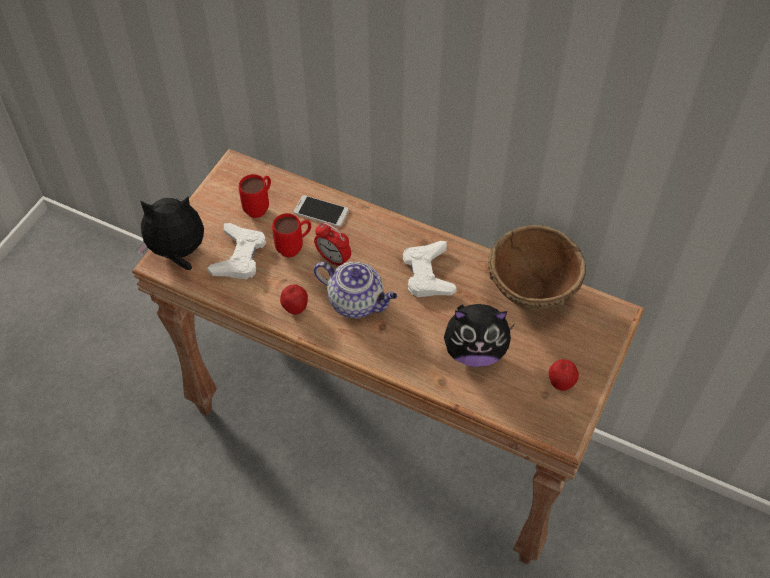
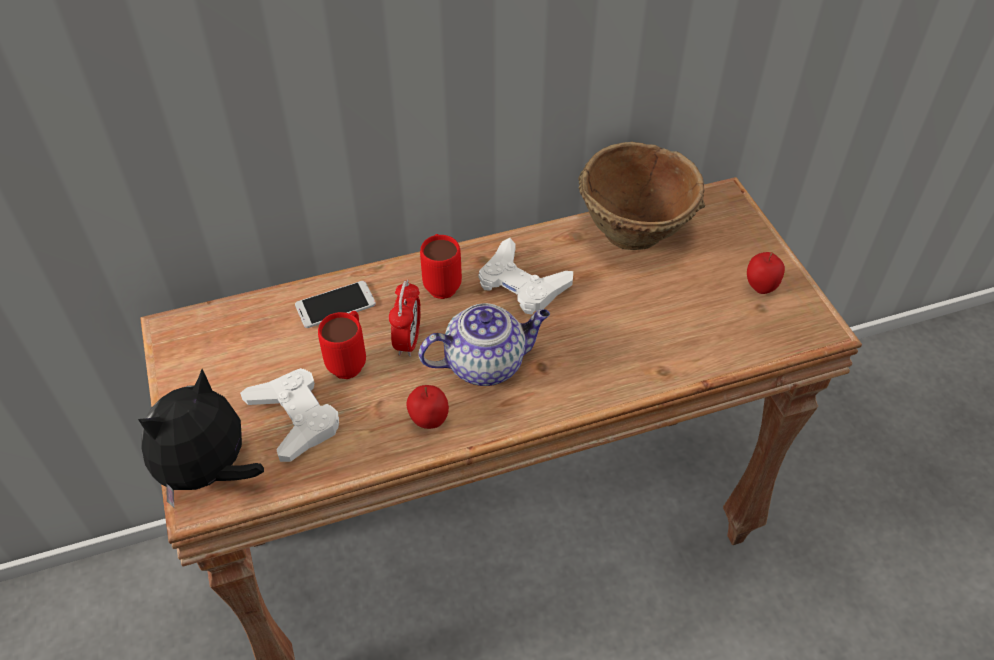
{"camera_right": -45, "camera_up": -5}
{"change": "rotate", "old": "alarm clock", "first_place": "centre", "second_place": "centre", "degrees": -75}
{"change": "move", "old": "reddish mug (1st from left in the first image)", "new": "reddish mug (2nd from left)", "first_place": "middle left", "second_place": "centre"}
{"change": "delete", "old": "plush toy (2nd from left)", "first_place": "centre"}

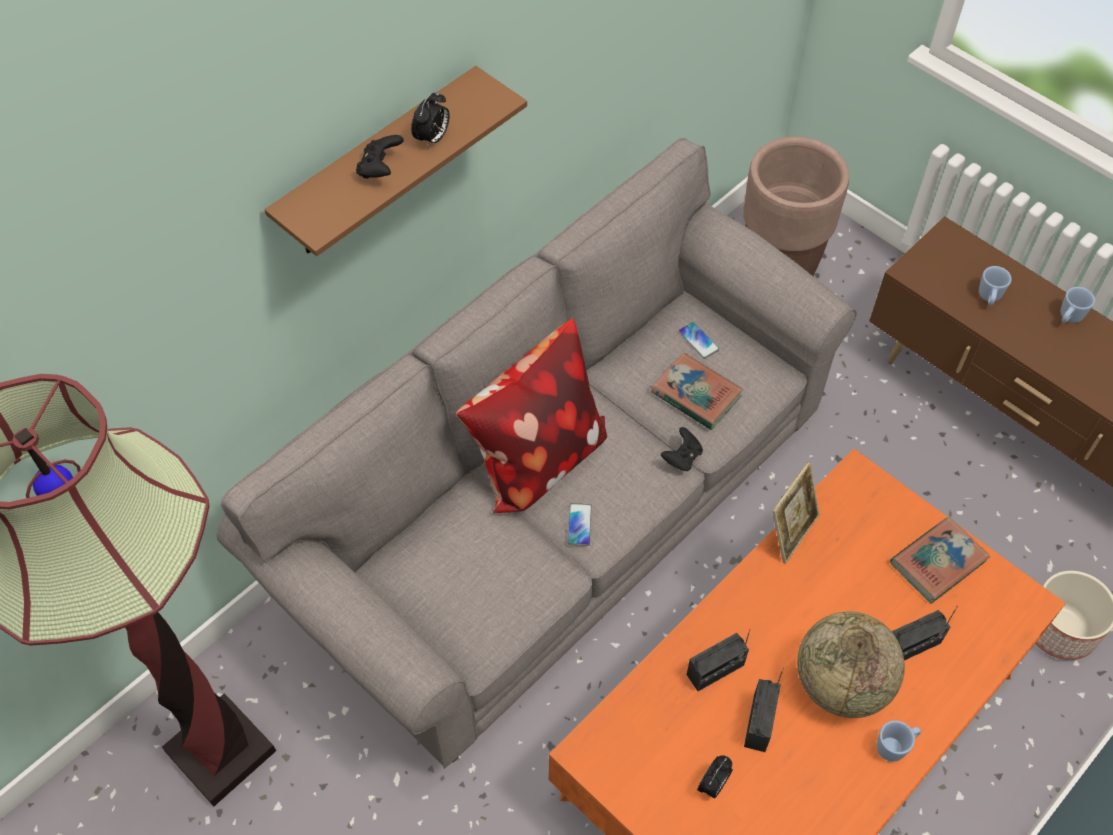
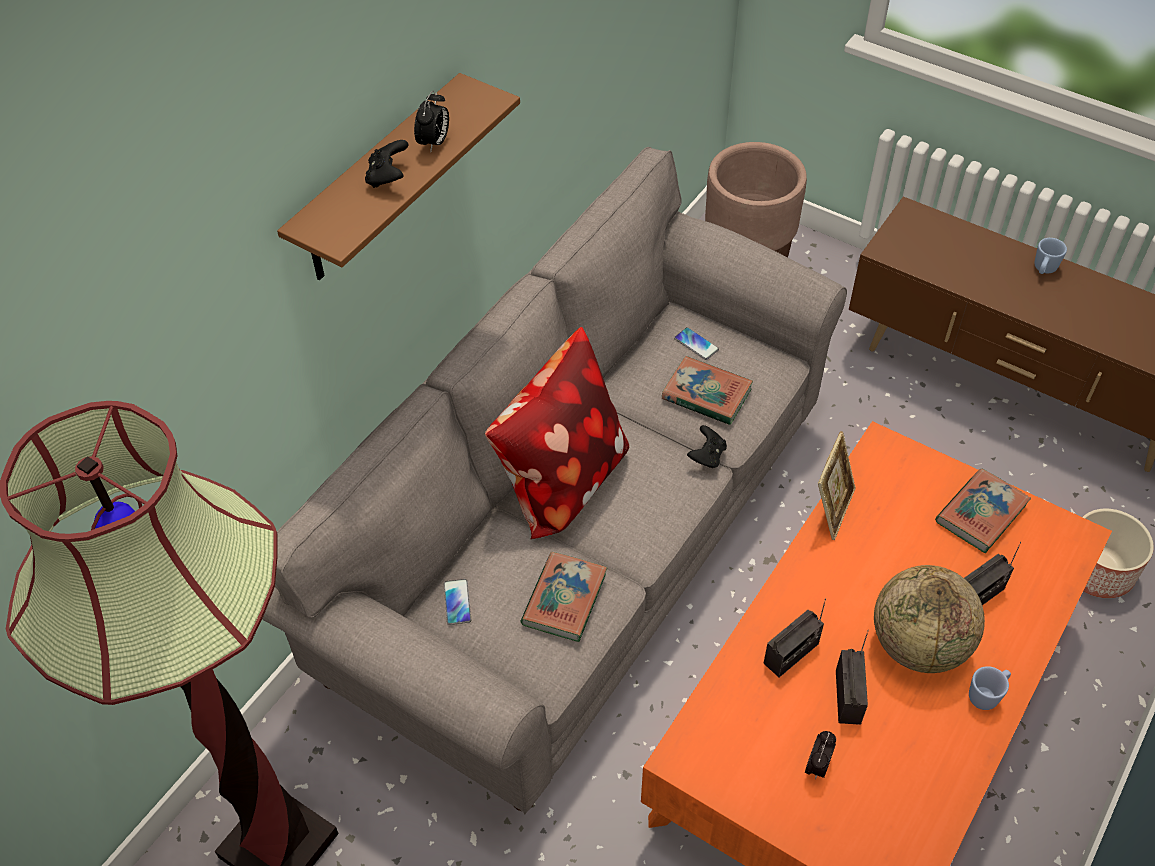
{"camera_right": -10, "camera_up": -5}
{"change": "move", "old": "phone (1st from left)", "first_place": "centre", "second_place": "bottom centre"}
{"change": "insert", "new": "book (1st from left)", "second_place": "bottom centre"}
{"change": "delete", "old": "bluish mug (2nd from left)", "first_place": "middle right"}

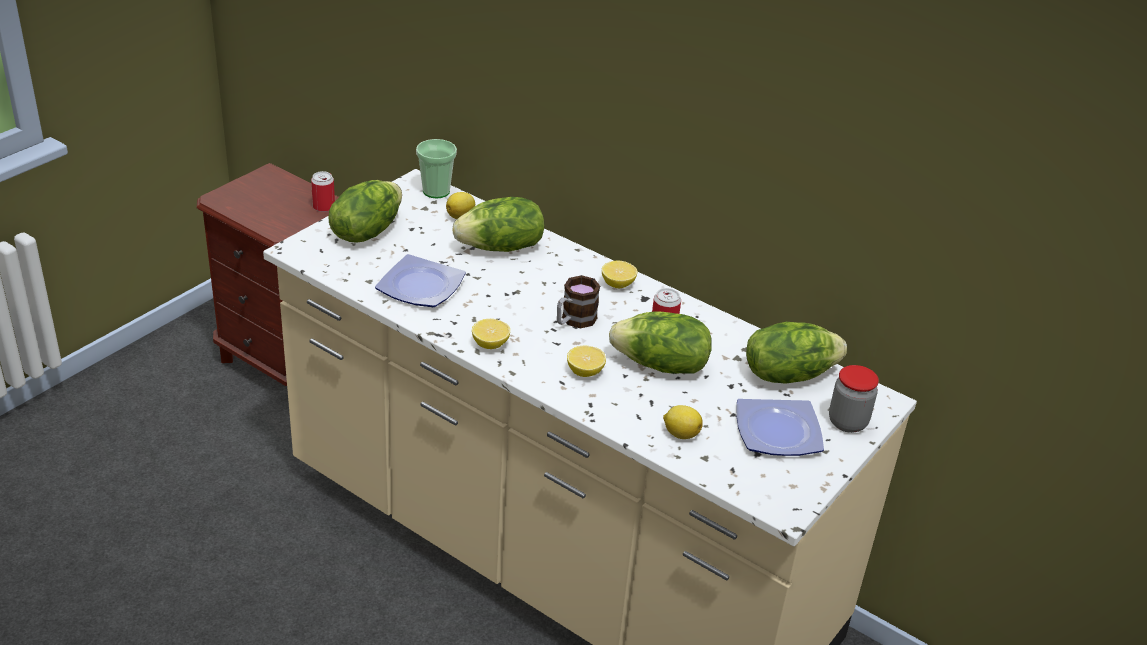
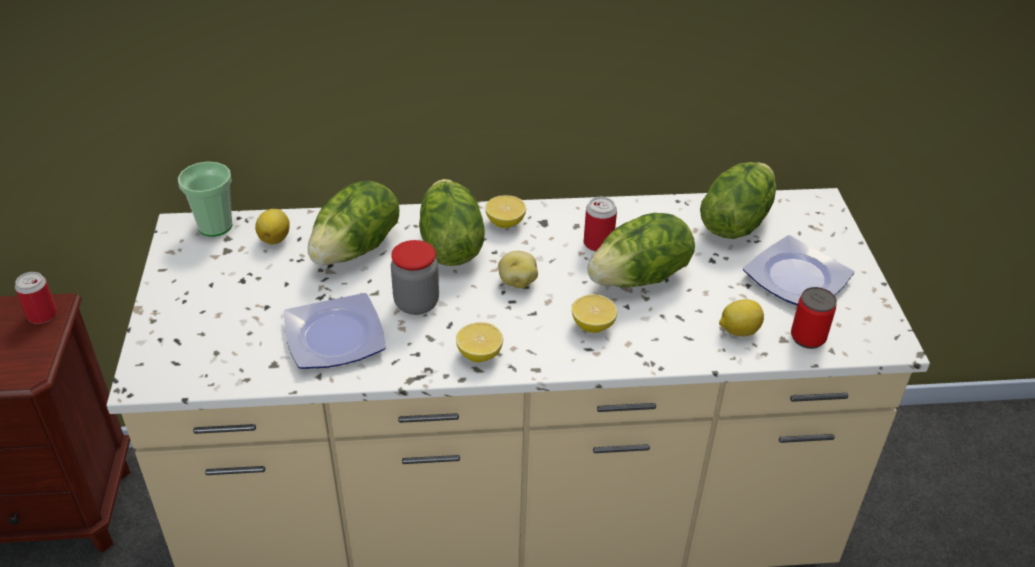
{"camera_right": -40, "camera_up": 5}
{"change": "move", "old": "storage jar", "first_place": "middle right", "second_place": "centre"}
{"change": "move", "old": "lettuce (1st from left in the first image)", "new": "lettuce (2nd from left)", "first_place": "top left", "second_place": "centre"}
{"change": "replace", "old": "mug", "new": "potato", "first_place": "centre", "second_place": "centre"}
{"change": "insert", "new": "can (3rd from left)", "second_place": "middle right"}

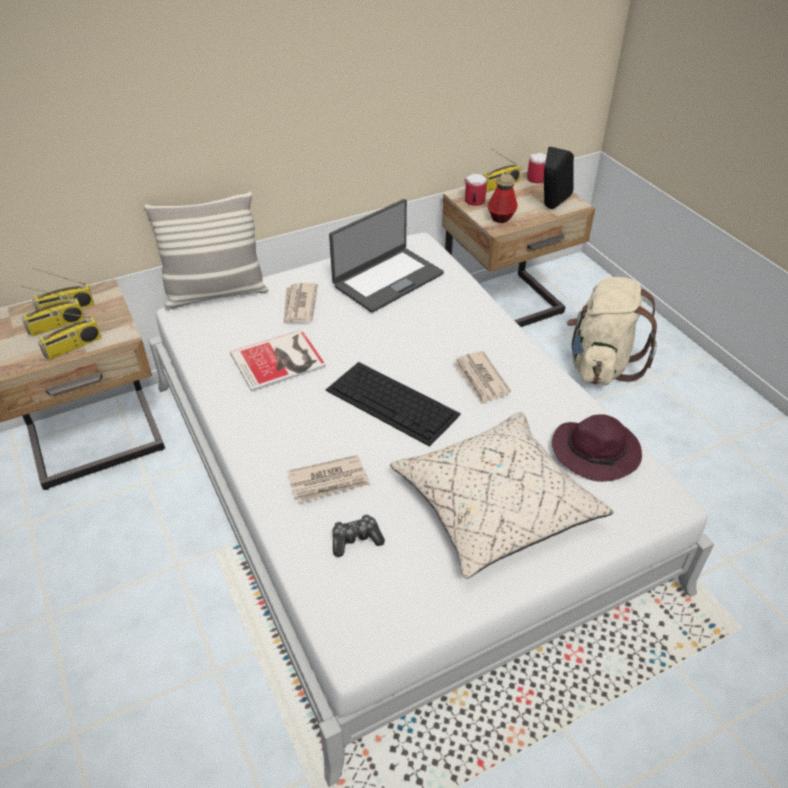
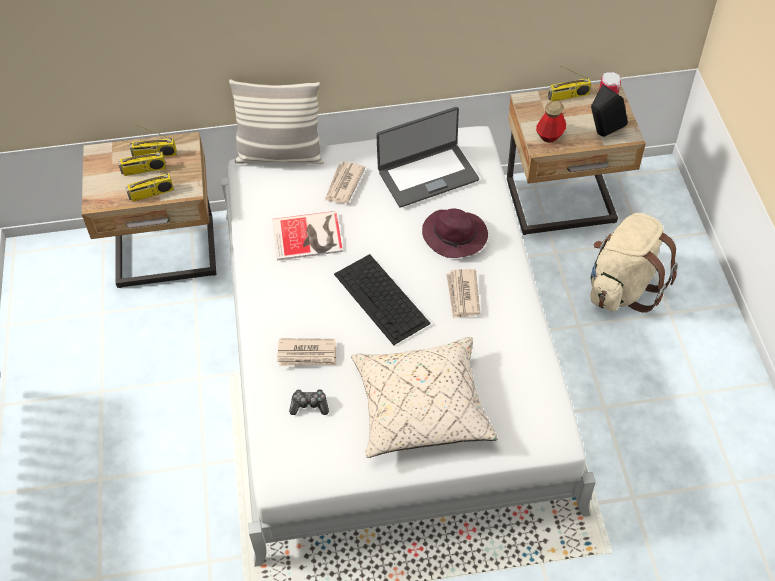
{"camera_right": 20, "camera_up": 10}
{"change": "move", "old": "purplish clothing hat", "first_place": "middle right", "second_place": "centre"}
{"change": "delete", "old": "mug (1st from left)", "first_place": "top centre"}

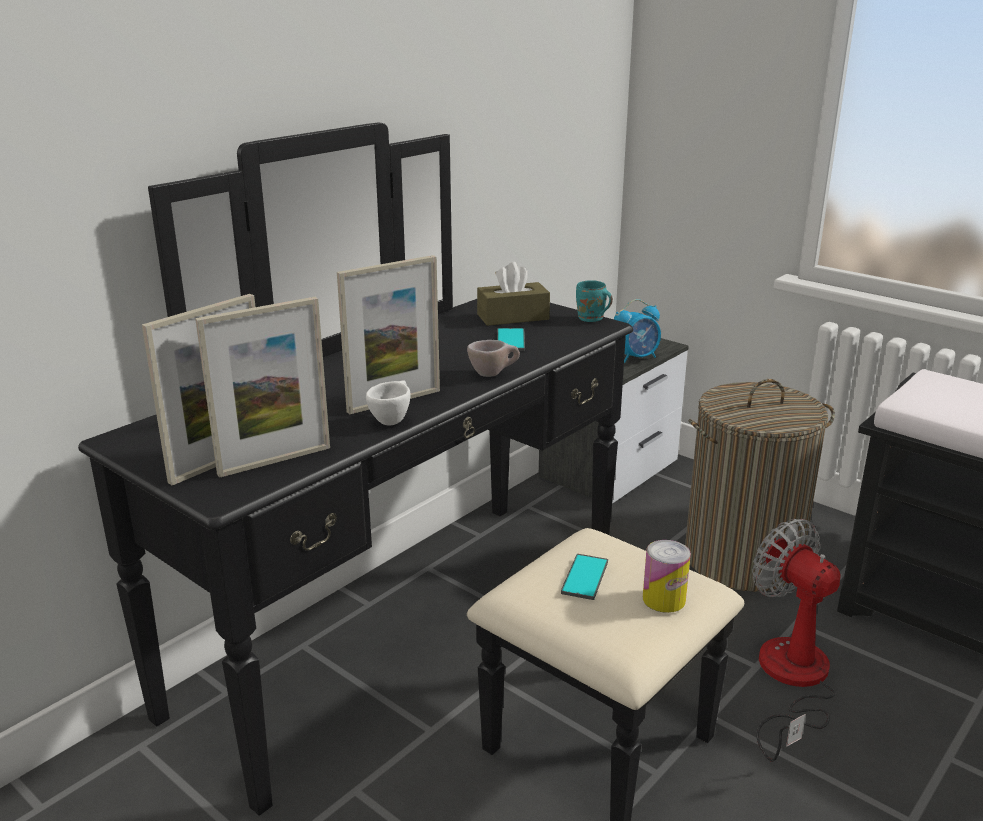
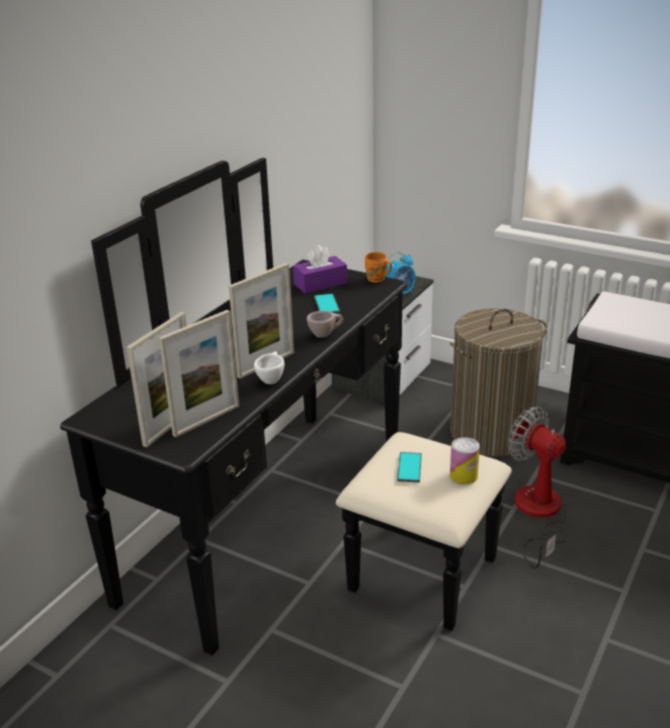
{"camera_right": -10, "camera_up": 5}
{"change": "recolor", "old": "brown-coloured tissue holder", "new": "purplish tissue holder", "first_place": "centre", "second_place": "centre"}
{"change": "recolor", "old": "turquoise mug", "new": "orange mug", "first_place": "centre", "second_place": "centre"}

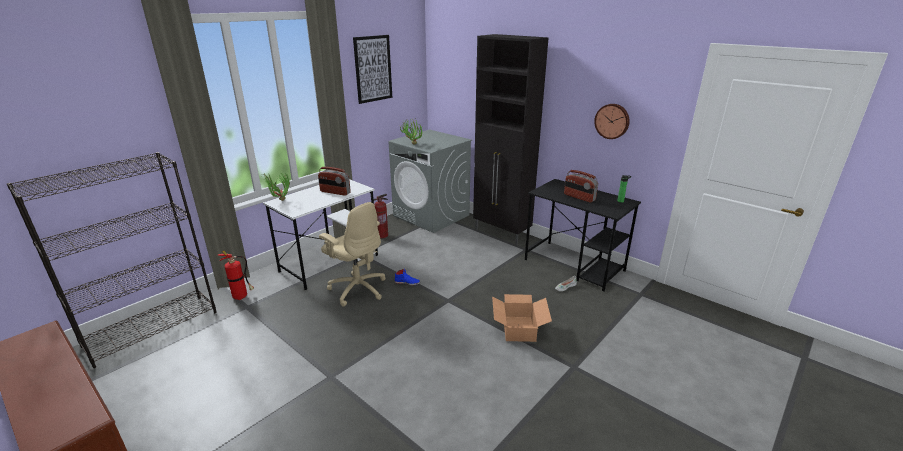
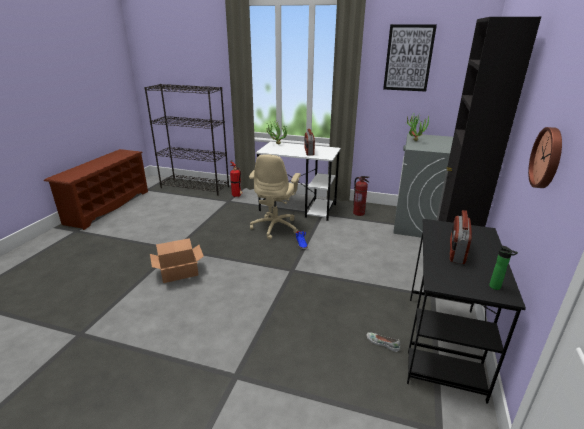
{"camera_right": 65, "camera_up": 0}
{"change": "move", "old": "cardboard box", "first_place": "bottom centre", "second_place": "middle left"}

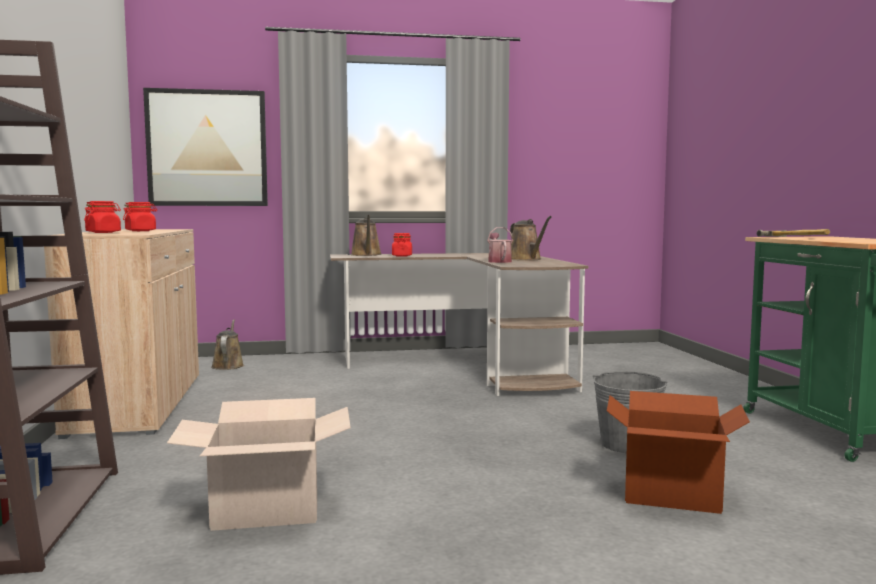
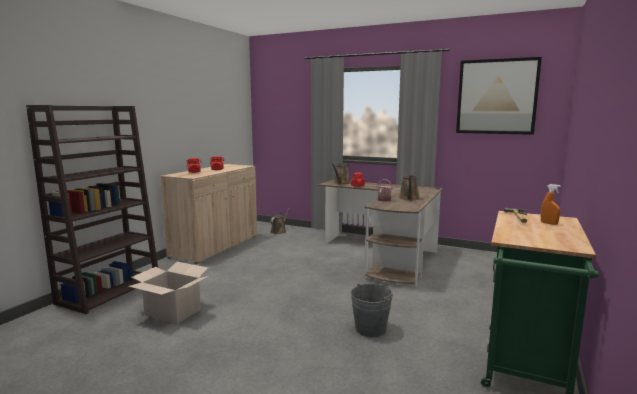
{"camera_right": 35, "camera_up": 5}
{"change": "move", "old": "wall art", "first_place": "top left", "second_place": "top right"}
{"change": "insert", "new": "orange sprayer", "second_place": "middle right"}
{"change": "delete", "old": "cardboard box (2nd from left)", "first_place": "bottom right"}

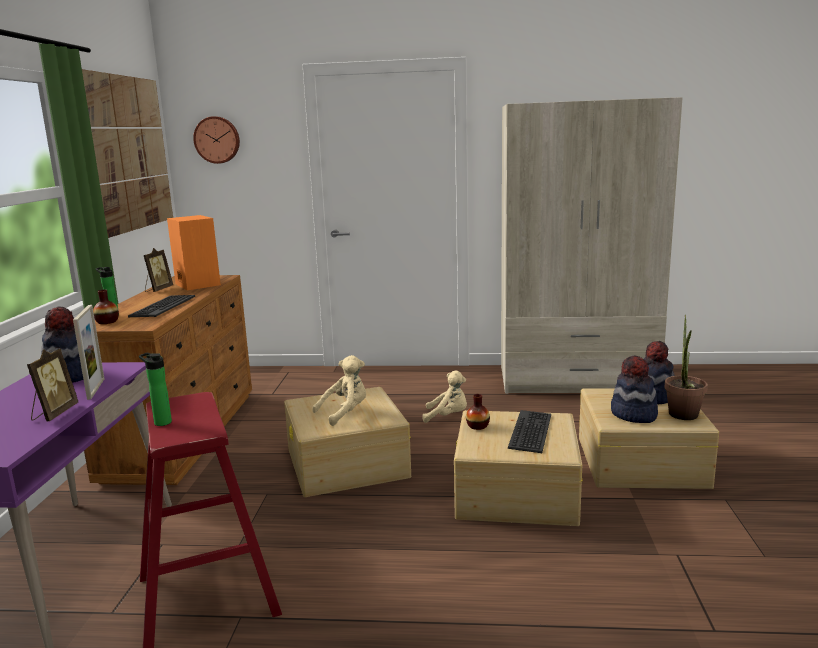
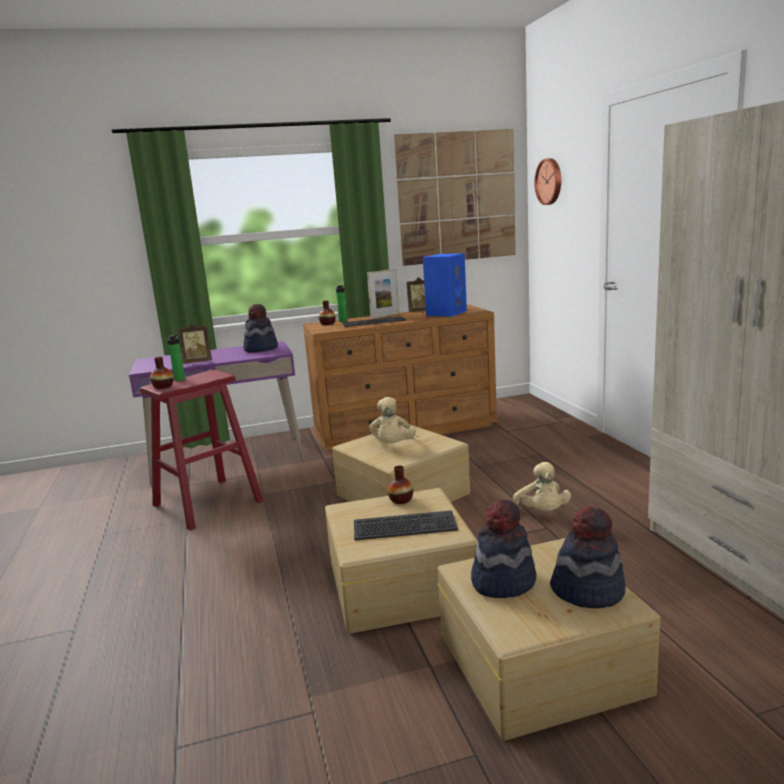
{"camera_right": 70, "camera_up": 0}
{"change": "insert", "new": "vase (1st from left)", "second_place": "middle left"}
{"change": "move", "old": "photo frame (2nd from left)", "first_place": "middle left", "second_place": "centre"}
{"change": "rotate", "old": "beige-coloured plush toy (1st from left)", "first_place": "centre", "second_place": "centre", "degrees": 60}
{"change": "recolor", "old": "orange audio speaker", "new": "bluish audio speaker", "first_place": "middle left", "second_place": "centre"}
{"change": "delete", "old": "potted plant", "first_place": "middle right"}

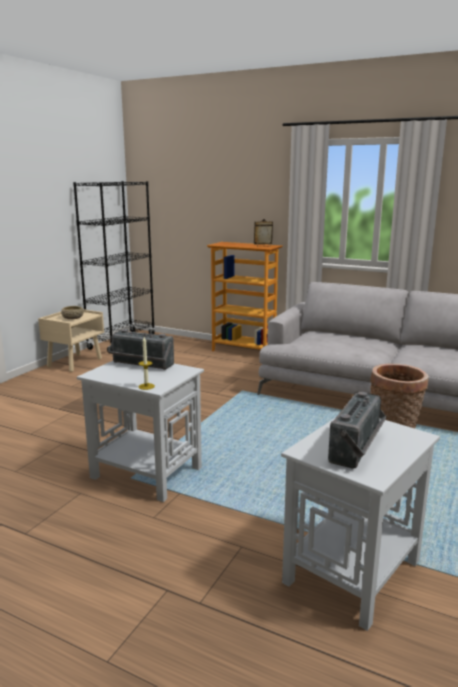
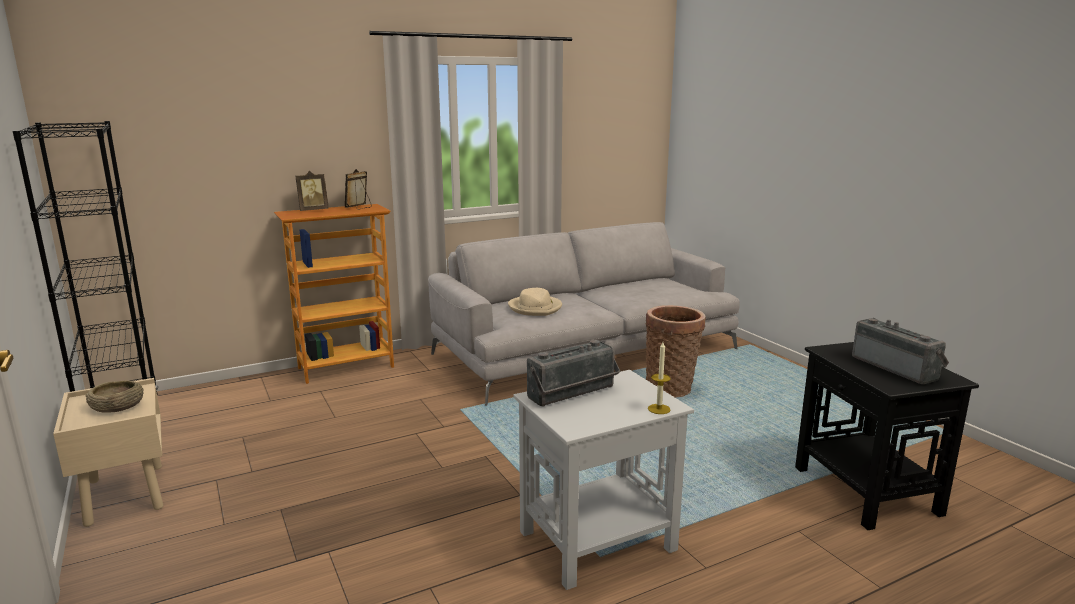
{"camera_right": -55, "camera_up": 0}
{"change": "insert", "new": "photo frame (1st from left)", "second_place": "top left"}
{"change": "insert", "new": "beige-coloured clothing hat", "second_place": "centre"}
{"change": "recolor", "old": "white accent table (2nd from left)", "new": "blackish accent table", "first_place": "bottom right", "second_place": "bottom right"}

